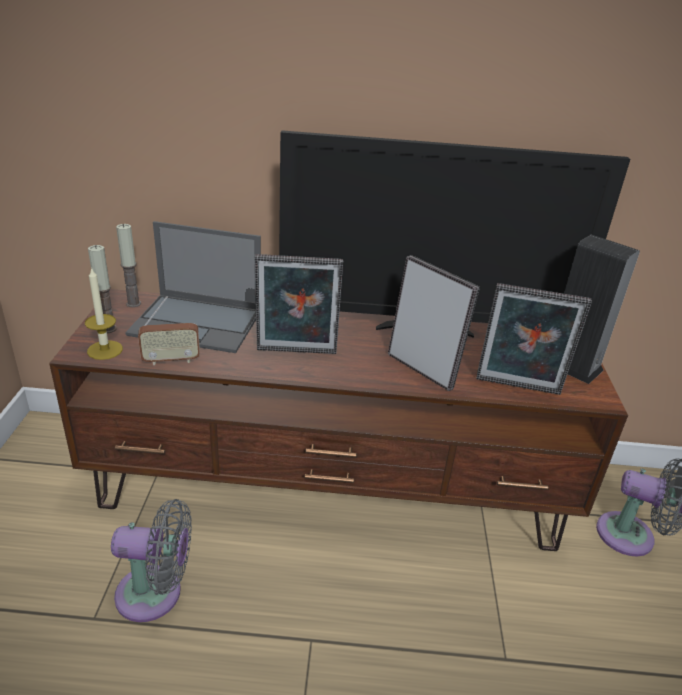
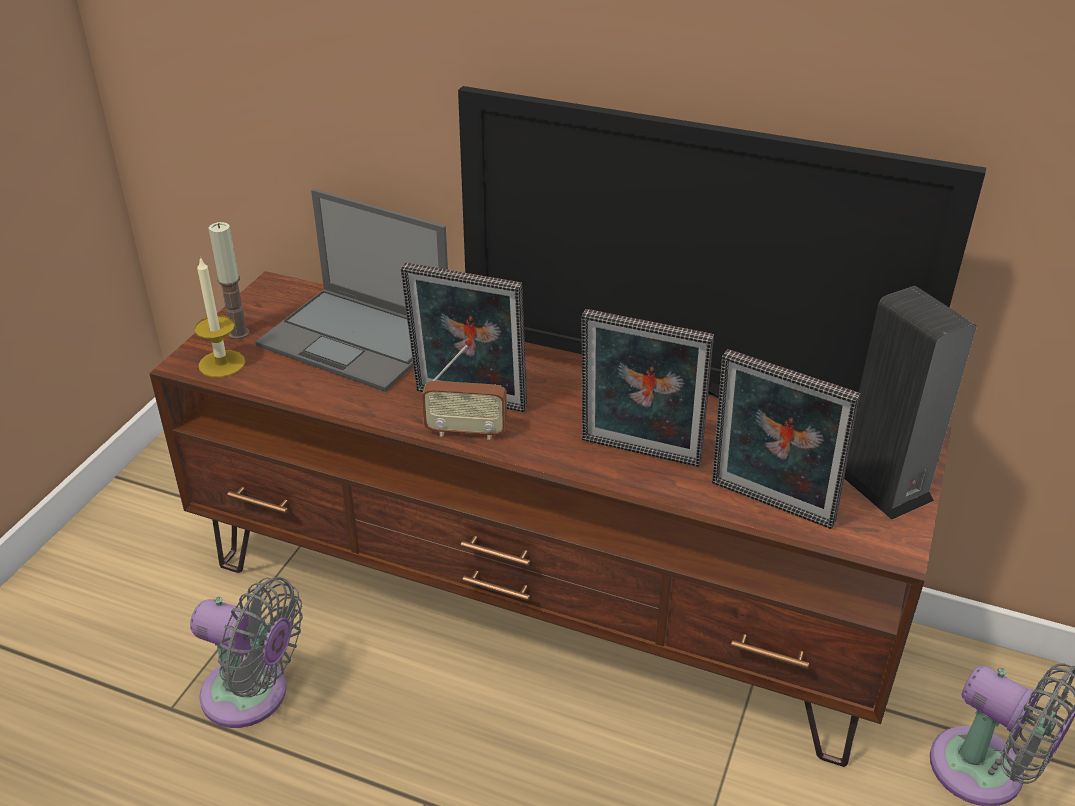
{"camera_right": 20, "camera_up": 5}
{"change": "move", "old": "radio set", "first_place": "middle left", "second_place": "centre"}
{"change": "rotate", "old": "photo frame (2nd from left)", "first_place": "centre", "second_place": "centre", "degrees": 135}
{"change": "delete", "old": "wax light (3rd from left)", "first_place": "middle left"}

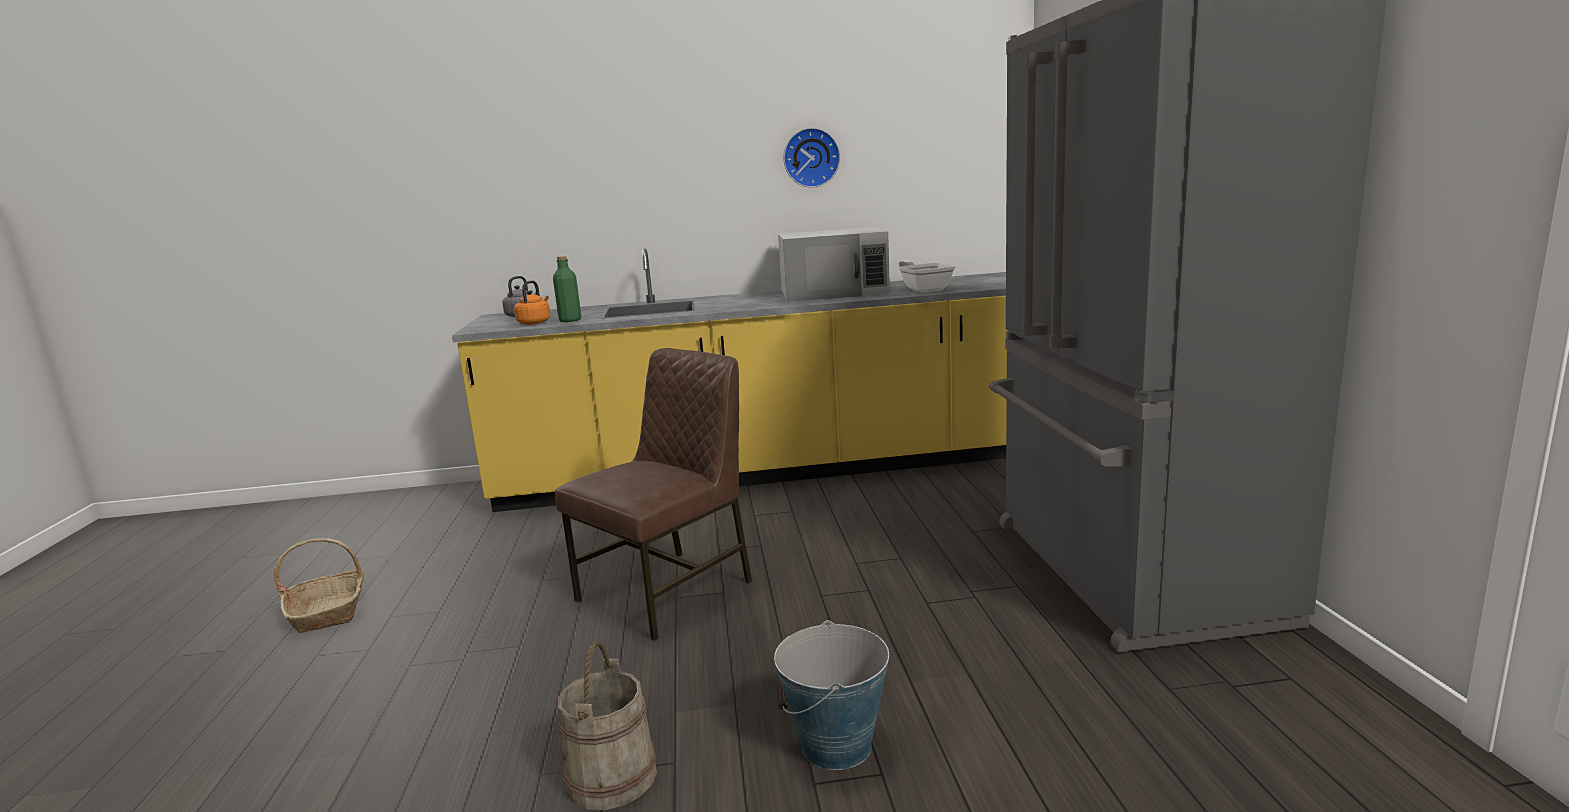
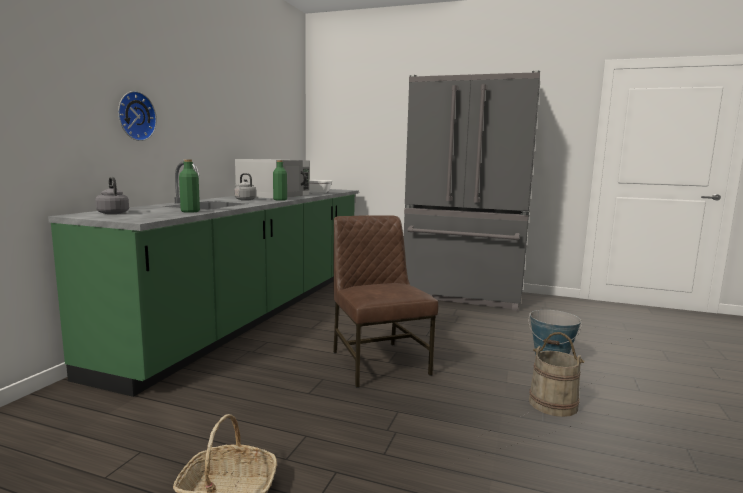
{"camera_right": -65, "camera_up": -5}
{"change": "recolor", "old": "yellow counter", "new": "green-coloured counter", "first_place": "centre", "second_place": "middle left"}
{"change": "move", "old": "clock on the wall", "first_place": "top centre", "second_place": "top left"}
{"change": "insert", "new": "greyish kettle (2nd from left)", "second_place": "middle left"}
{"change": "insert", "new": "green-coloured drink bottle (2nd from left)", "second_place": "centre"}
{"change": "delete", "old": "orange kettle", "first_place": "centre"}

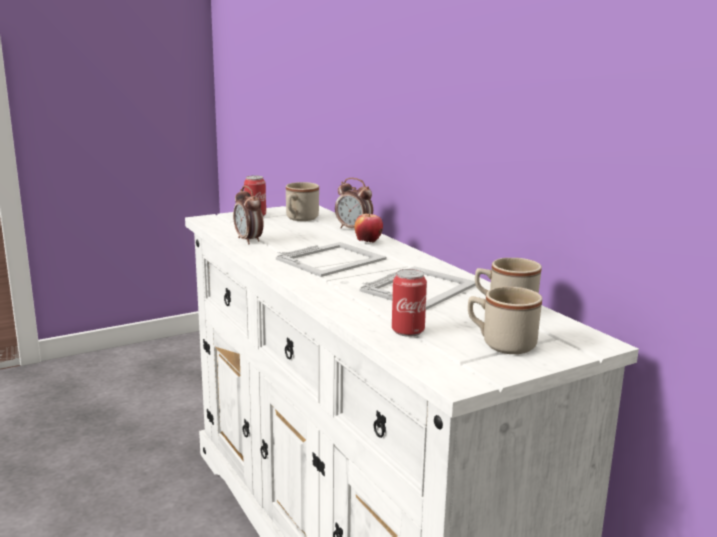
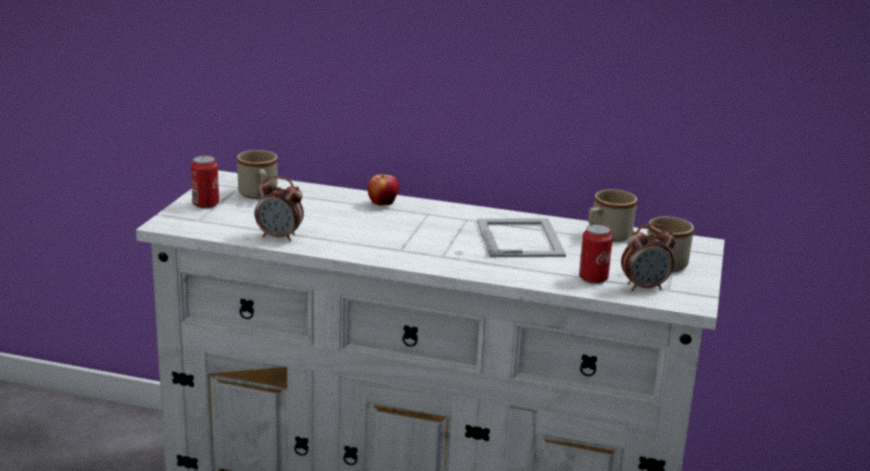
{"camera_right": -45, "camera_up": 5}
{"change": "move", "old": "alarm clock (2nd from left)", "first_place": "centre", "second_place": "middle right"}
{"change": "delete", "old": "photo frame (1st from left)", "first_place": "centre"}

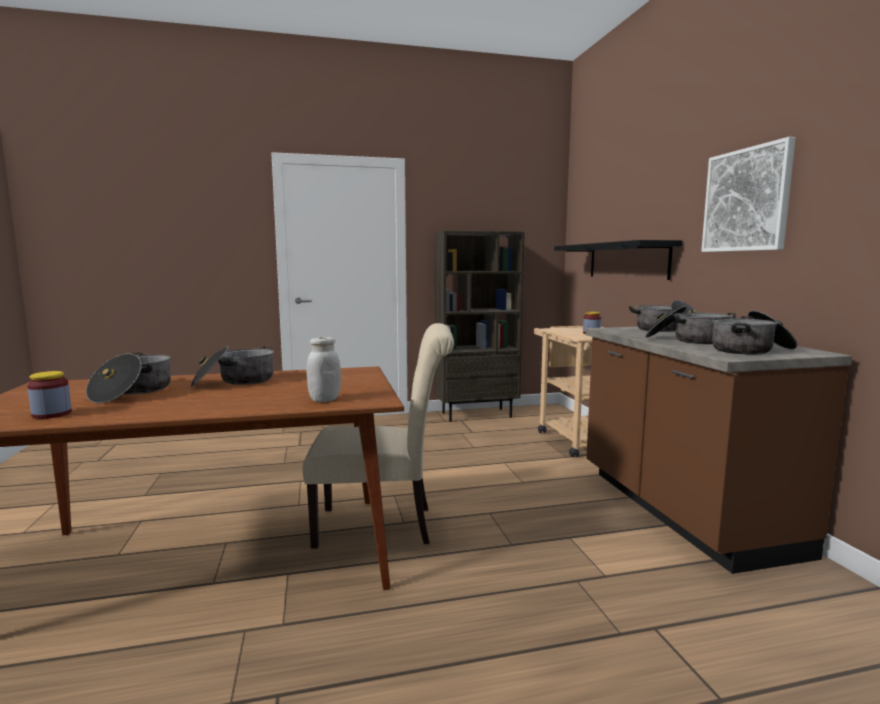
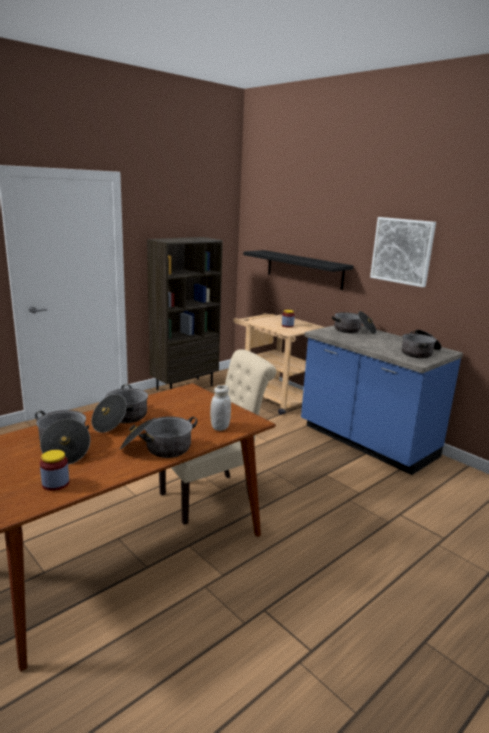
{"camera_right": -30, "camera_up": 10}
{"change": "move", "old": "saucepot (4th from left in the first image)", "new": "saucepot (3rd from left)", "first_place": "middle right", "second_place": "middle left"}
{"change": "recolor", "old": "brown-coloured counter", "new": "bluish counter", "first_place": "middle right", "second_place": "middle right"}

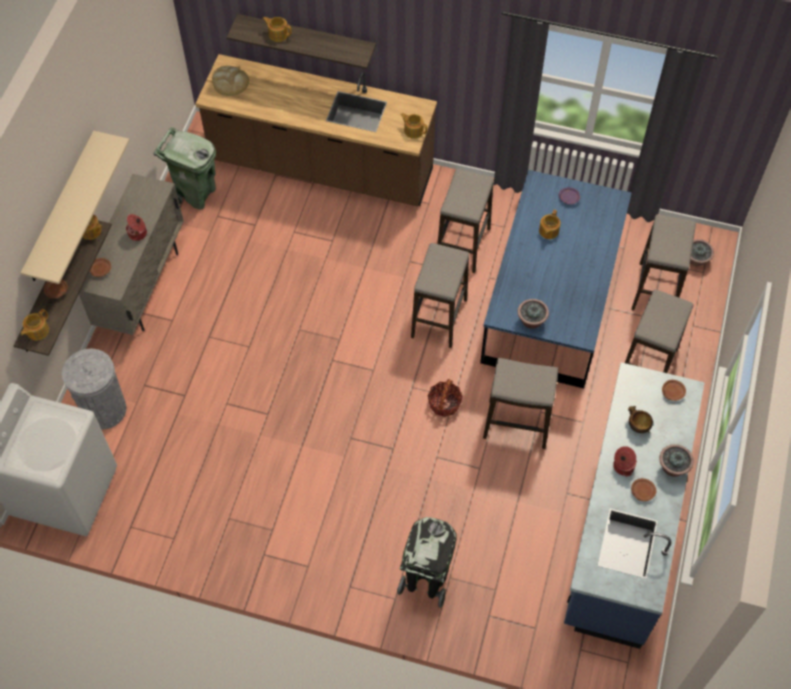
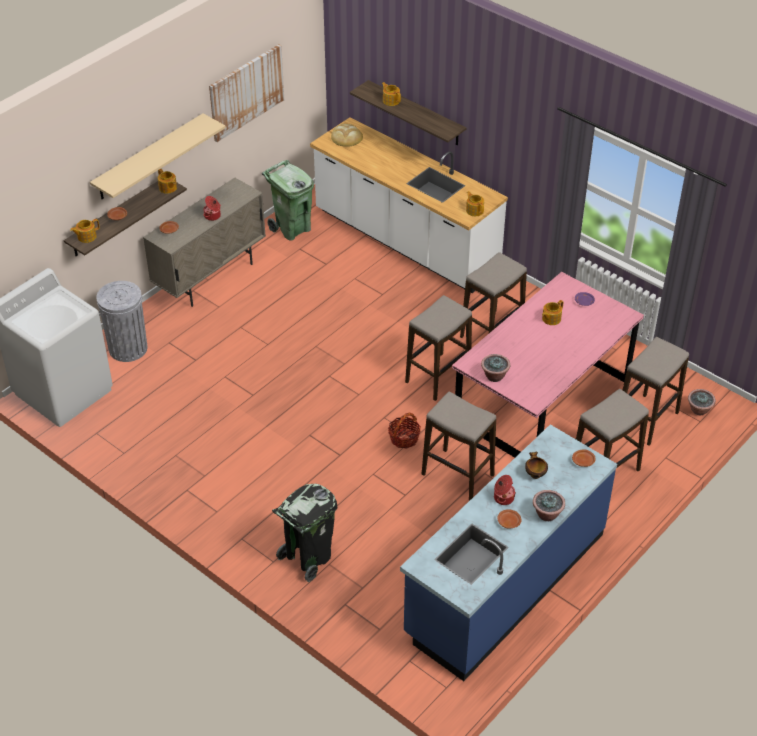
{"camera_right": 25, "camera_up": -15}
{"change": "insert", "new": "wall art", "second_place": "top left"}
{"change": "recolor", "old": "brown-coloured counter", "new": "white counter", "first_place": "top centre", "second_place": "top centre"}
{"change": "recolor", "old": "bluish dining table", "new": "pink-coloured dining table", "first_place": "middle right", "second_place": "middle right"}

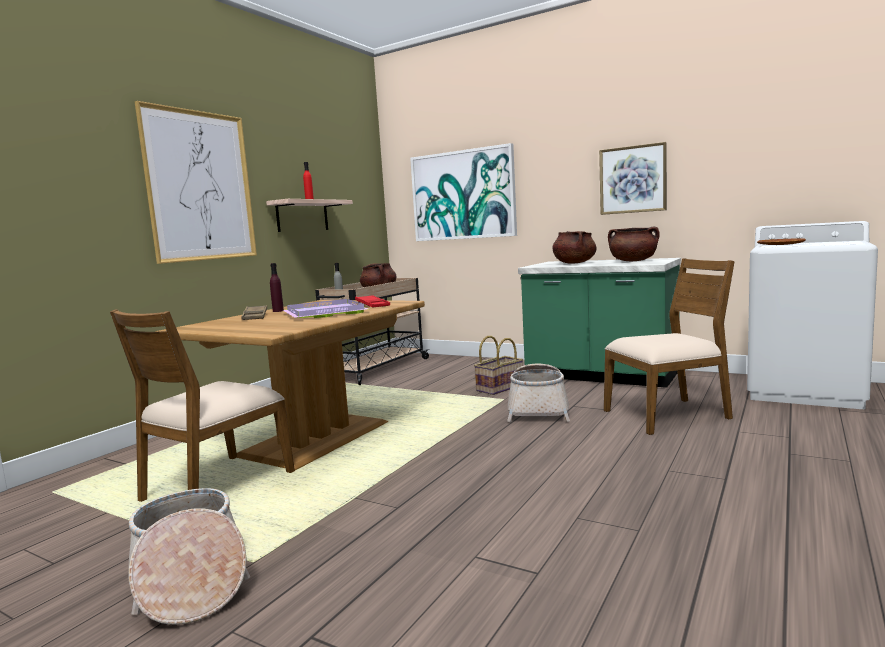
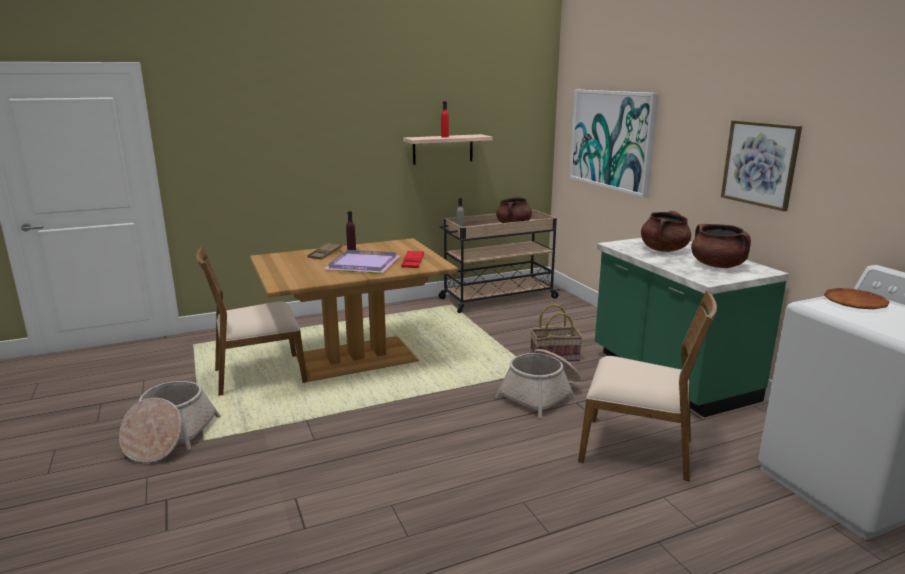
{"camera_right": 35, "camera_up": 10}
{"change": "delete", "old": "wall art (1st from left)", "first_place": "top left"}

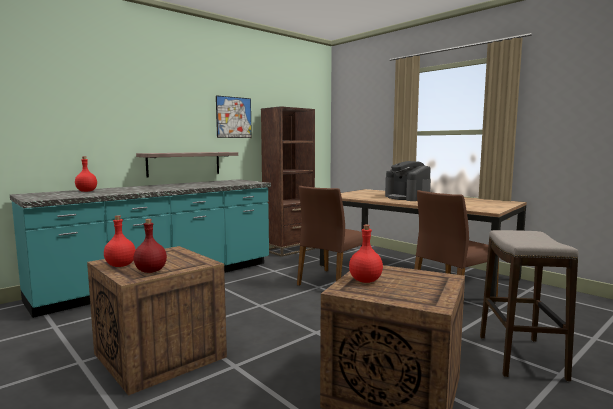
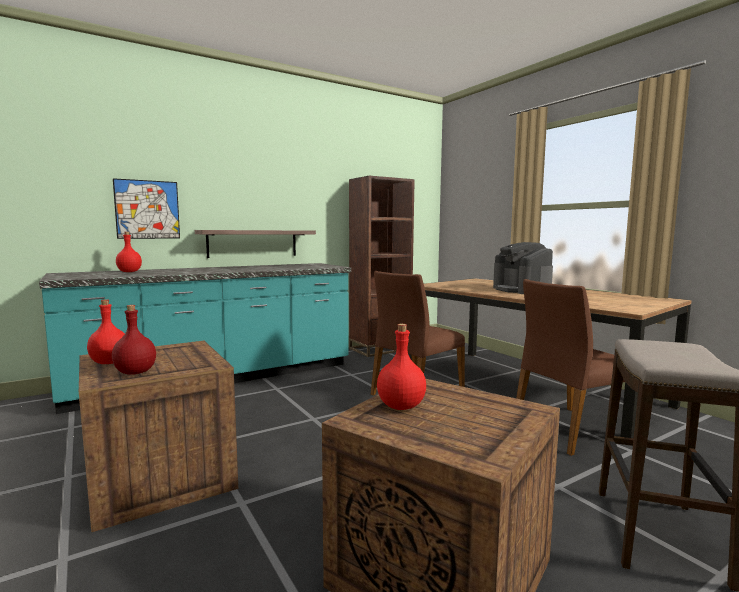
{"camera_right": 10, "camera_up": 0}
{"change": "move", "old": "wall art", "first_place": "top centre", "second_place": "middle left"}

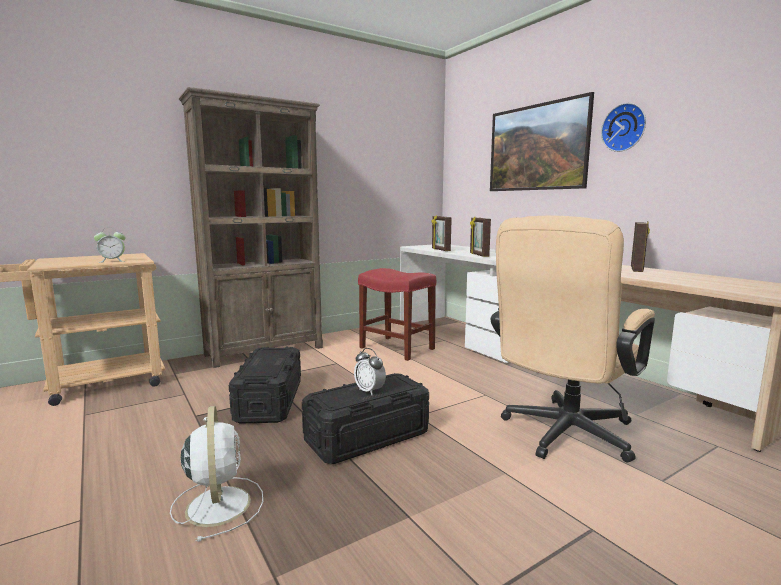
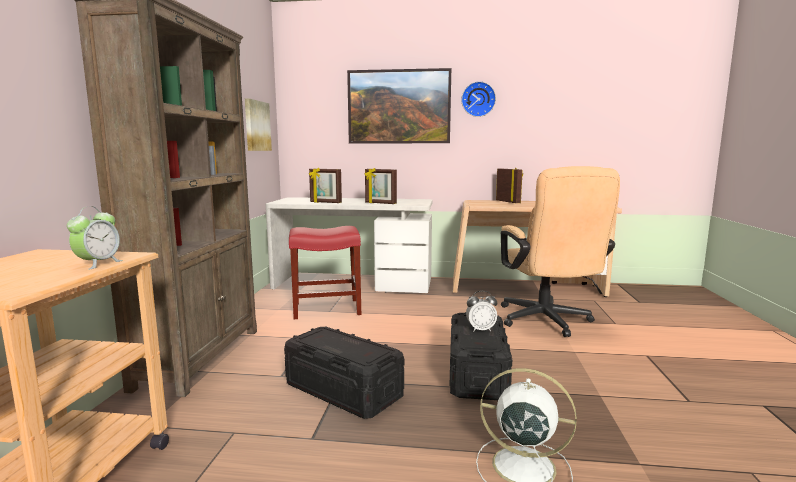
{"camera_right": -50, "camera_up": 0}
{"change": "insert", "new": "wall art (1st from left)", "second_place": "top left"}

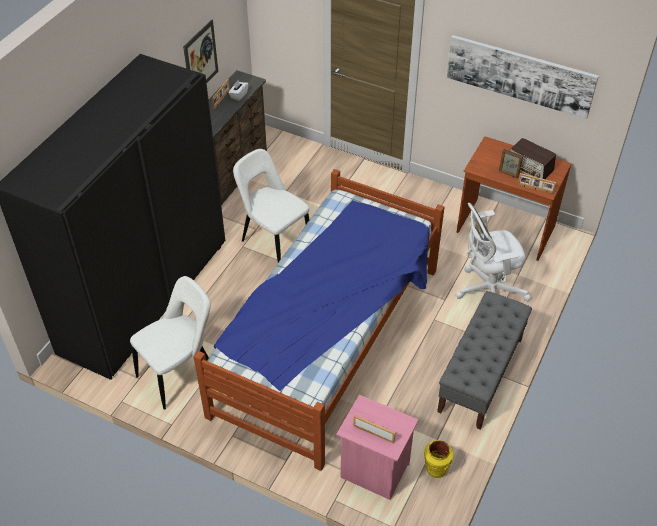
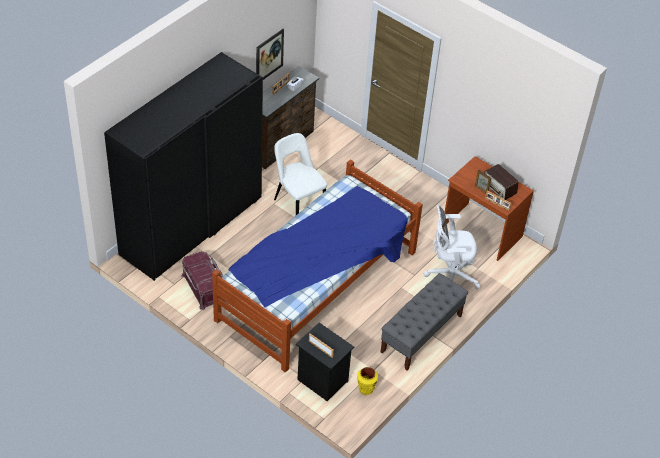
{"camera_right": 10, "camera_up": 0}
{"change": "replace", "old": "white upright chair (1st from left)", "new": "reddish storage bin", "first_place": "middle left", "second_place": "middle left"}
{"change": "recolor", "old": "pink-coloured night table", "new": "blackish night table", "first_place": "bottom centre", "second_place": "bottom centre"}
{"change": "delete", "old": "wall art (2nd from left)", "first_place": "top right"}

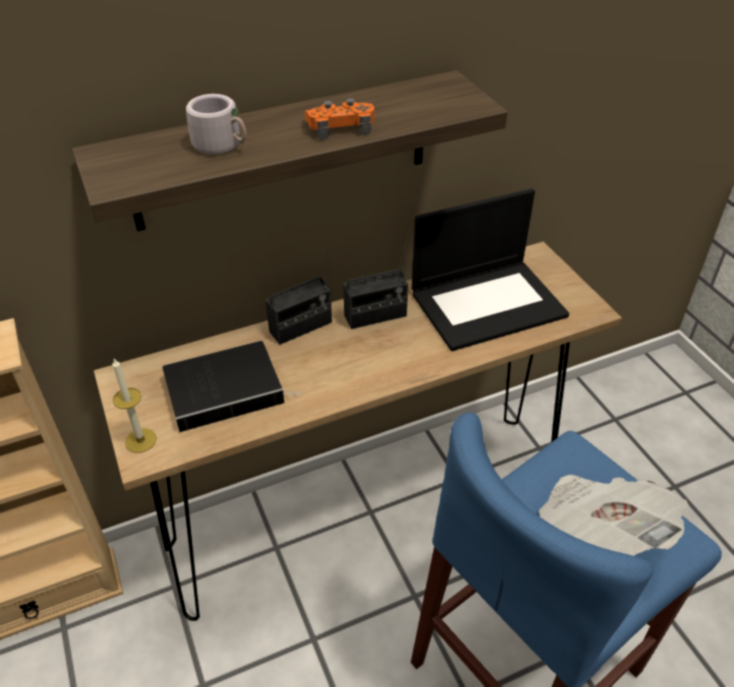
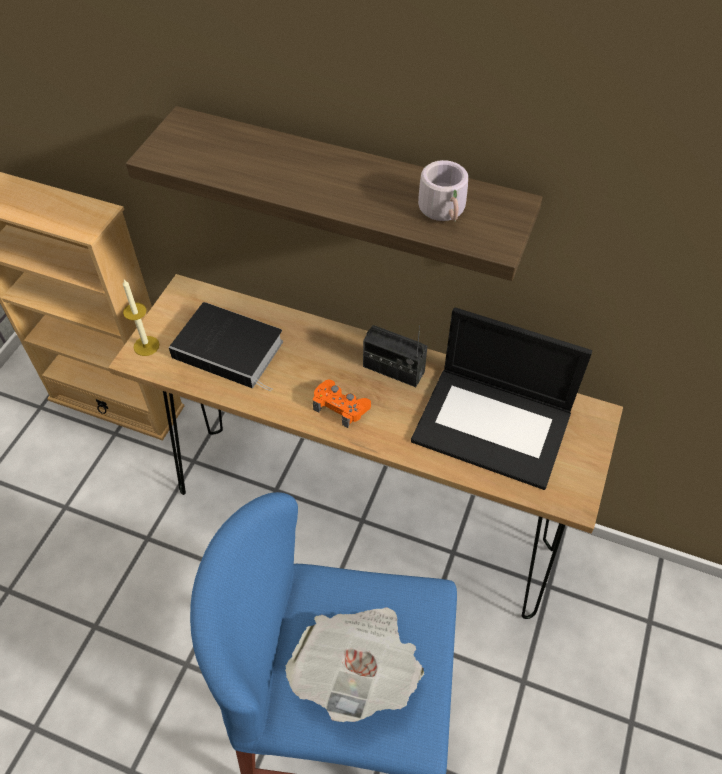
{"camera_right": 45, "camera_up": 10}
{"change": "move", "old": "orange gamepad", "first_place": "top centre", "second_place": "centre"}
{"change": "move", "old": "greyish mug", "first_place": "top left", "second_place": "top centre"}
{"change": "delete", "old": "radio set (1st from left)", "first_place": "centre"}

